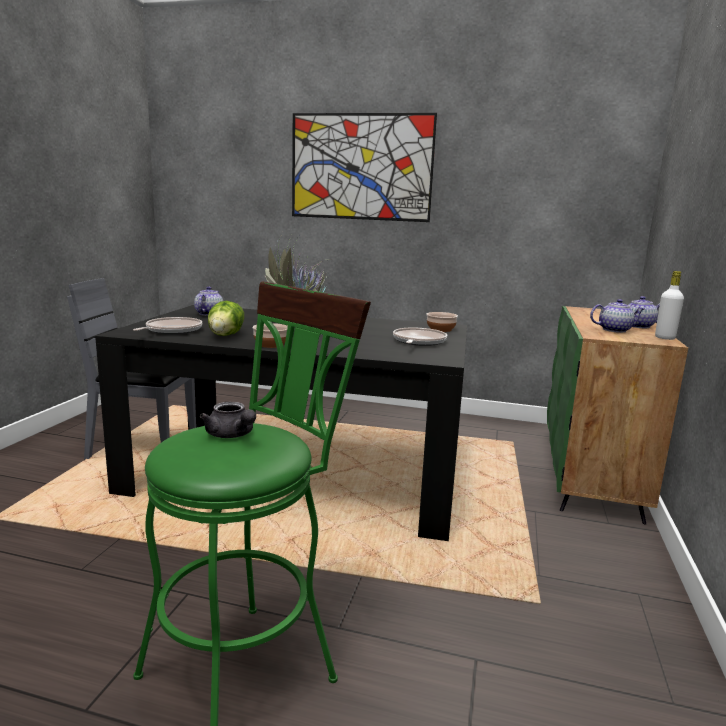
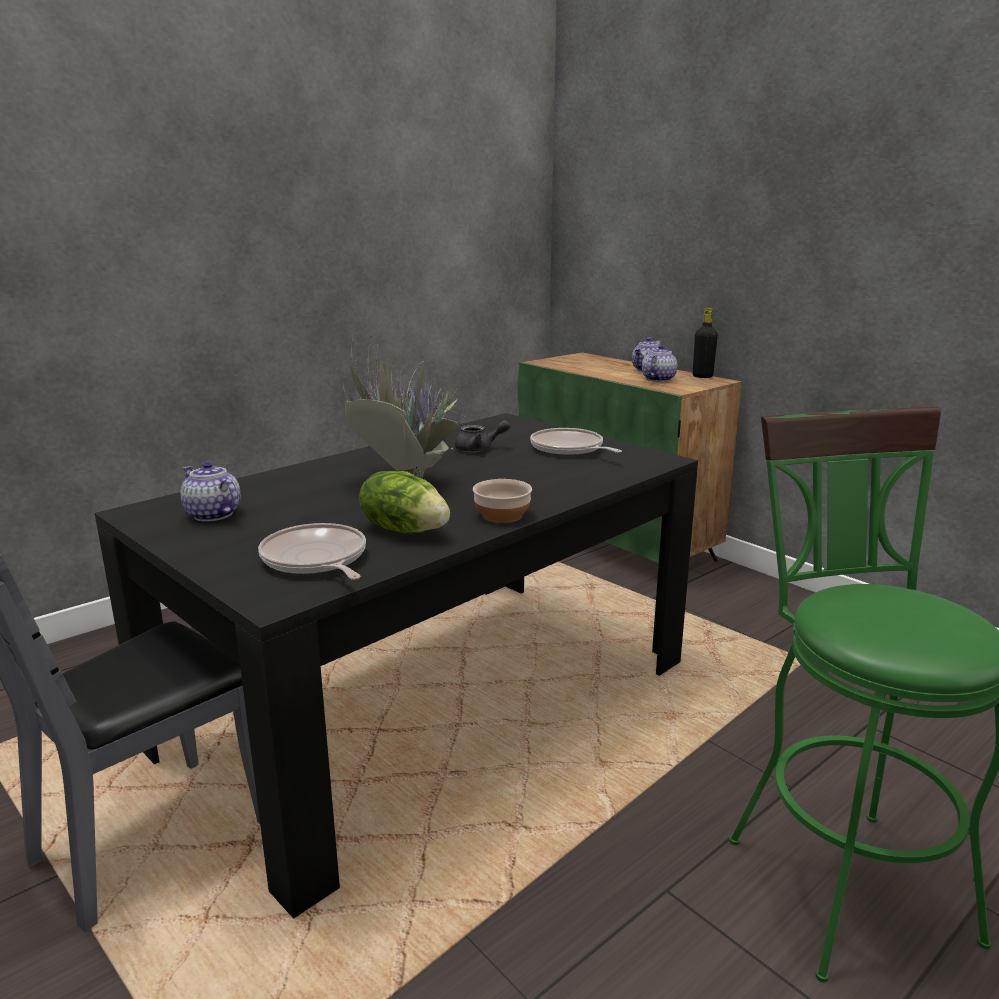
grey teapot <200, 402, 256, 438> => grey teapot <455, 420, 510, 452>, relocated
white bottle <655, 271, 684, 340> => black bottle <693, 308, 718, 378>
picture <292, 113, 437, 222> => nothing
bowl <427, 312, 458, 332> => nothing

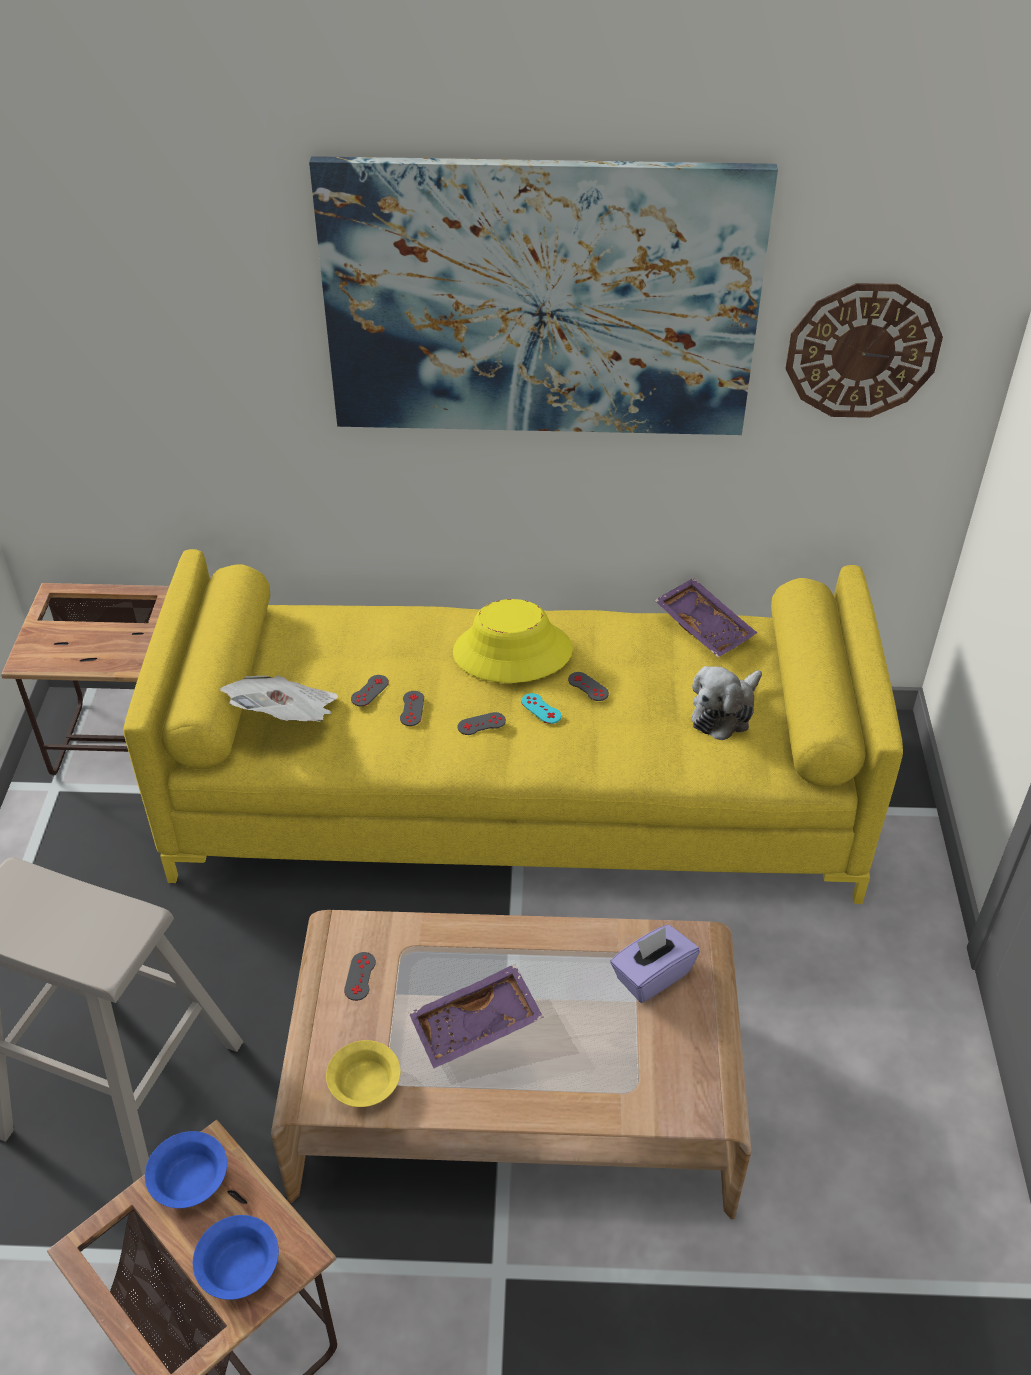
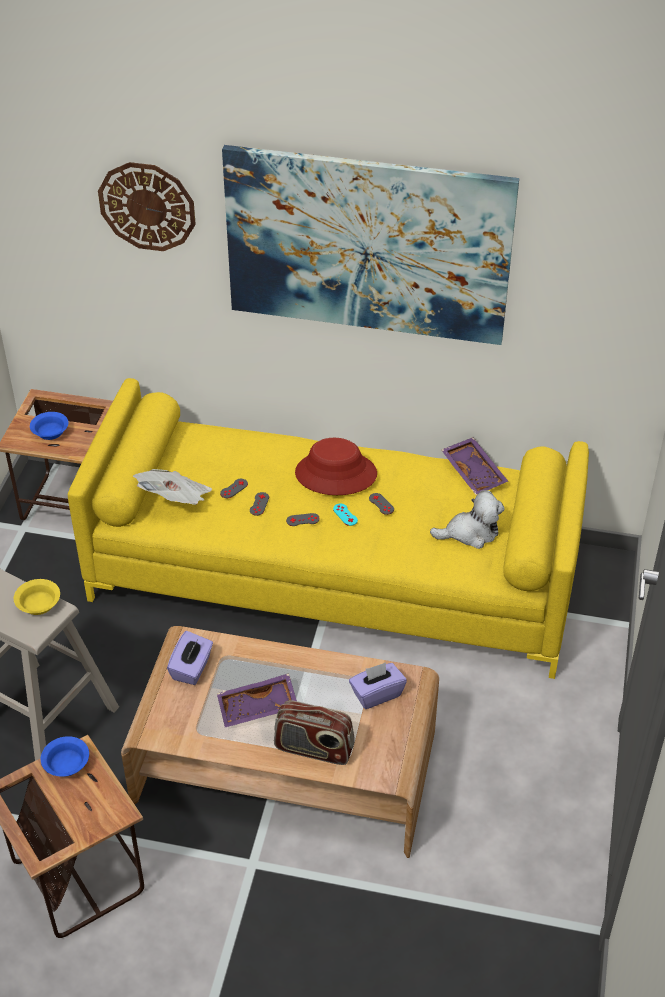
yellow bowl <326, 1040, 401, 1107> => yellow bowl <14, 579, 60, 615>, relocated
blue bowl <193, 1215, 279, 1300> => blue bowl <30, 412, 68, 440>, relocated
wall clock <785, 283, 943, 418> => wall clock <98, 162, 196, 251>, relocated
grey game controller <344, 952, 376, 1001> => purple tissue box <167, 631, 213, 685>
nothing => radio <274, 700, 355, 765>
yellow hat <453, 599, 573, 683> => red hat <295, 438, 377, 495>
plush toy <691, 666, 762, 740> => plush toy <430, 490, 505, 549>, 150 degrees counterclockwise

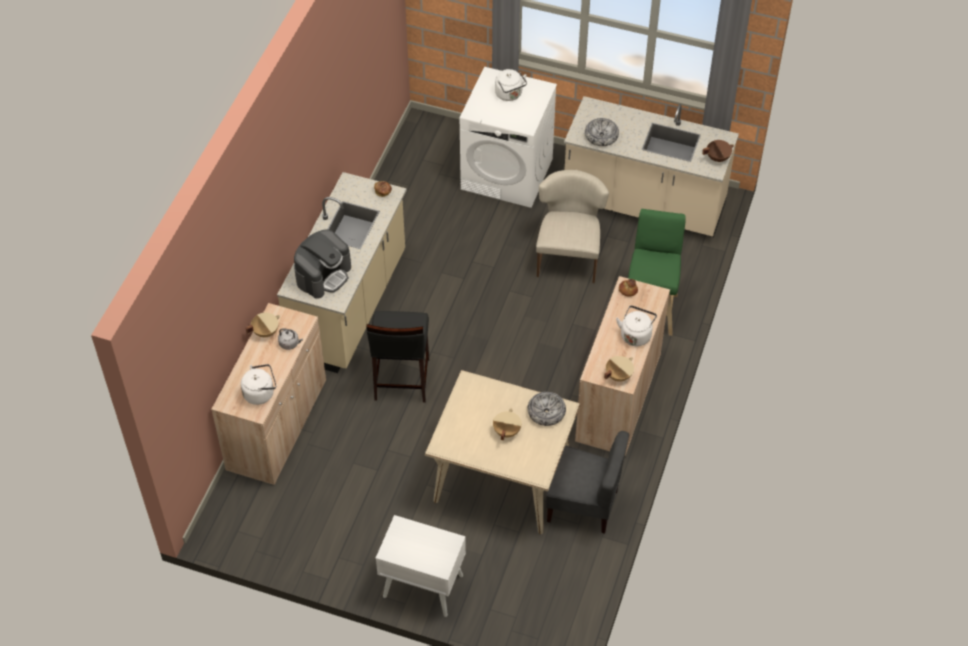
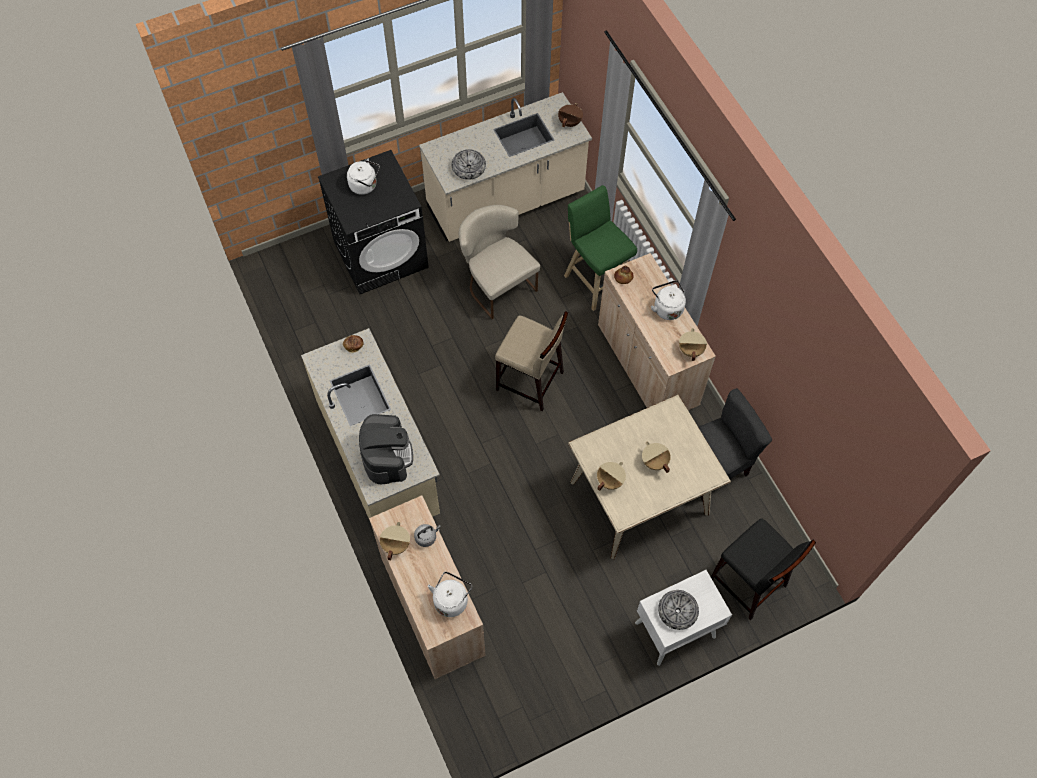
white washing machine <460, 67, 557, 208> => black washing machine <318, 150, 429, 294>
nothing => beige stool <495, 311, 568, 411>
nothing => beige cooking pot <597, 462, 626, 491>
bowl <527, 392, 566, 426> => bowl <658, 590, 699, 630>, relocated
black stool <367, 311, 429, 403> => black stool <711, 518, 816, 621>, relocated

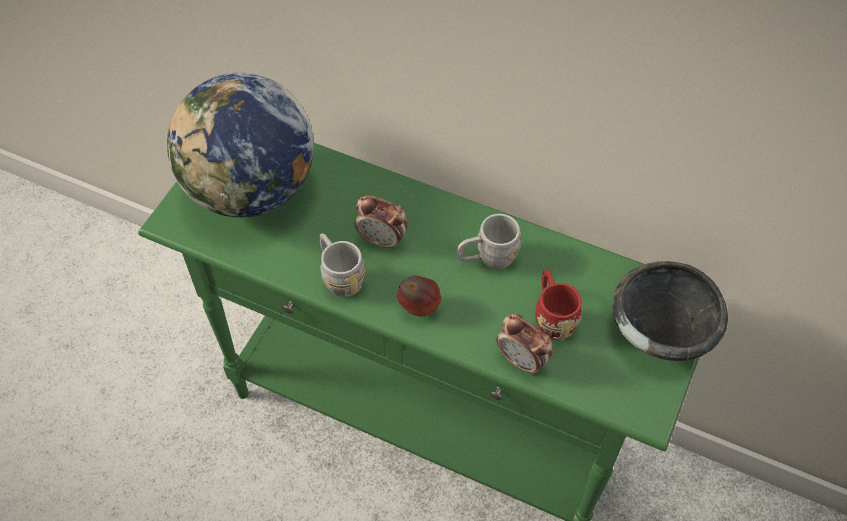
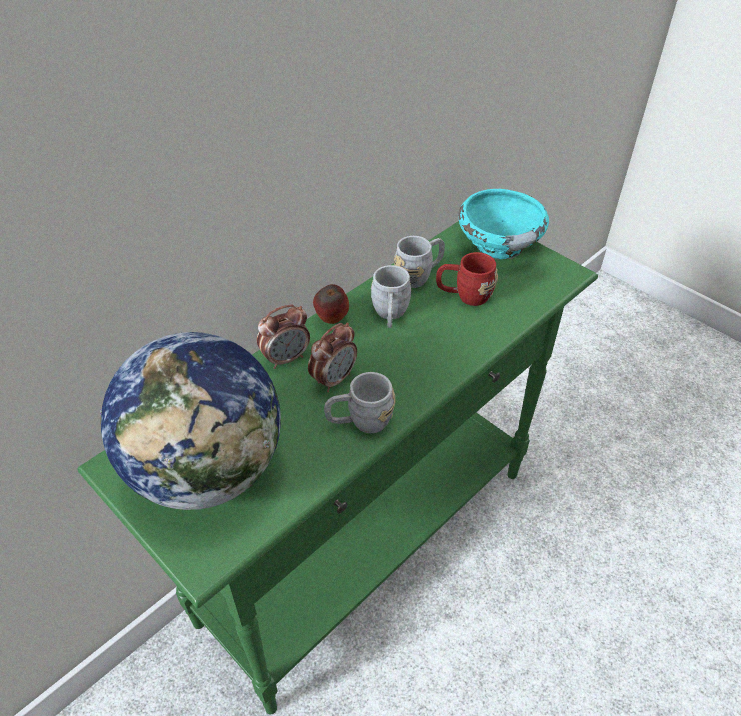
alarm clock <496, 314, 553, 375> => alarm clock <257, 304, 310, 369>, relocated
apple <398, 276, 441, 317> => apple <313, 284, 349, 324>, relocated
nothing => grey mug <394, 236, 445, 288>
black bowl <613, 261, 728, 361> => turquoise bowl <459, 189, 549, 260>

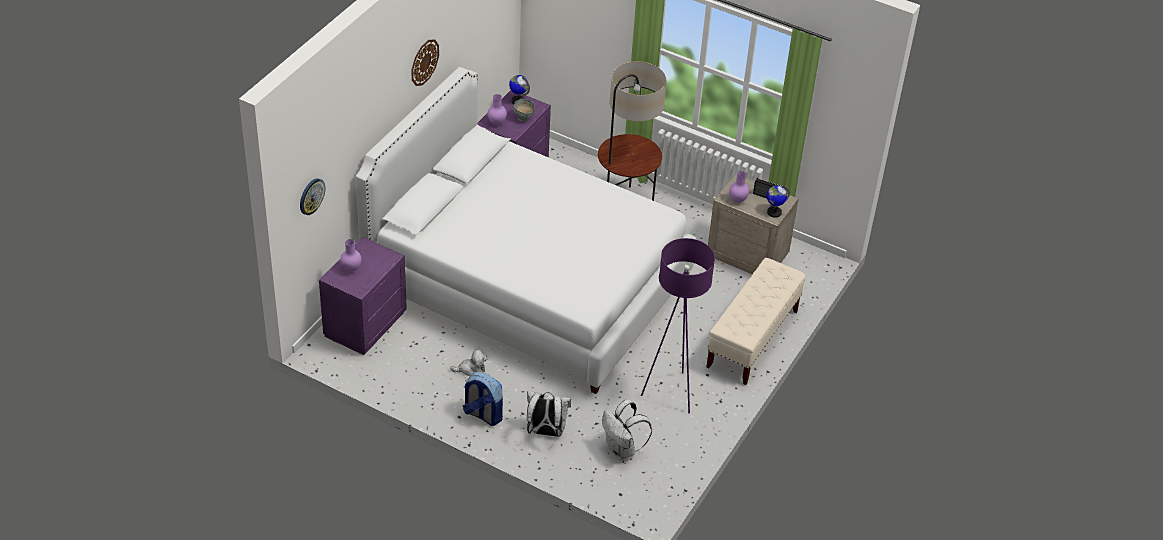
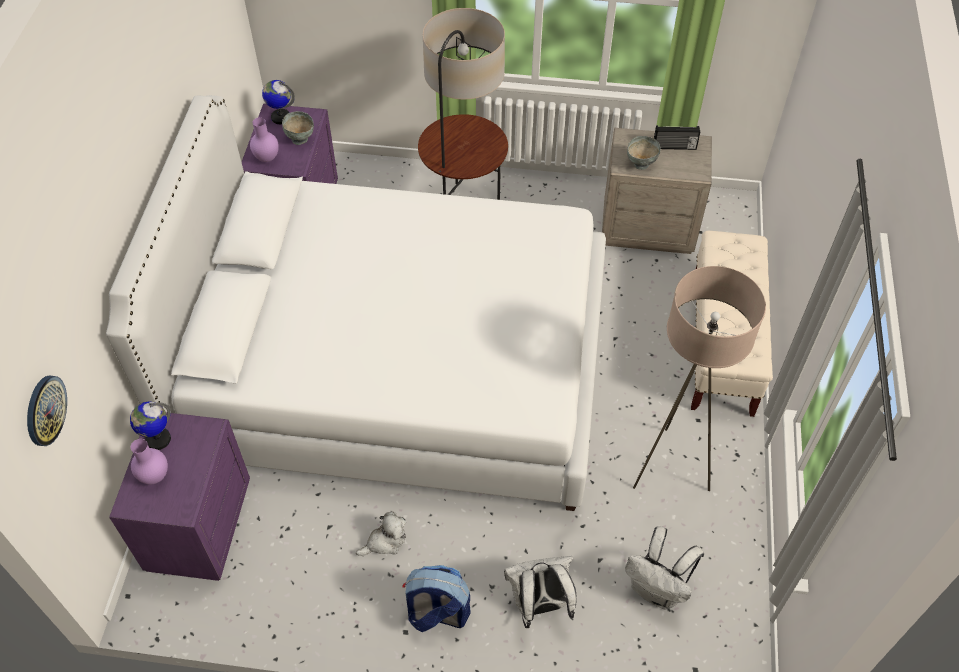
globe <767, 186, 790, 218> => globe <130, 402, 171, 450>, relocated
purple vase <729, 171, 749, 203> => grey bowl <627, 136, 661, 170>
purple floor lamp <641, 238, 715, 413> => beige floor lamp <633, 266, 766, 491>
wall clock <411, 39, 439, 86> => nothing

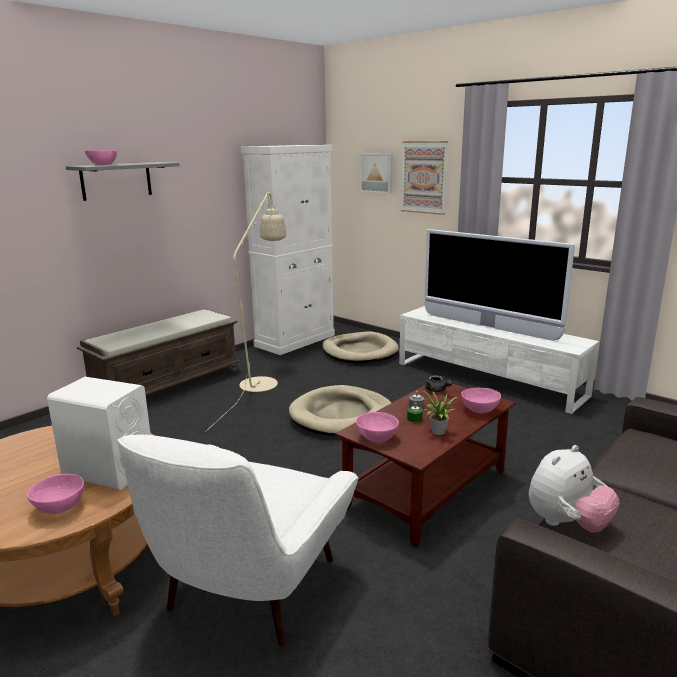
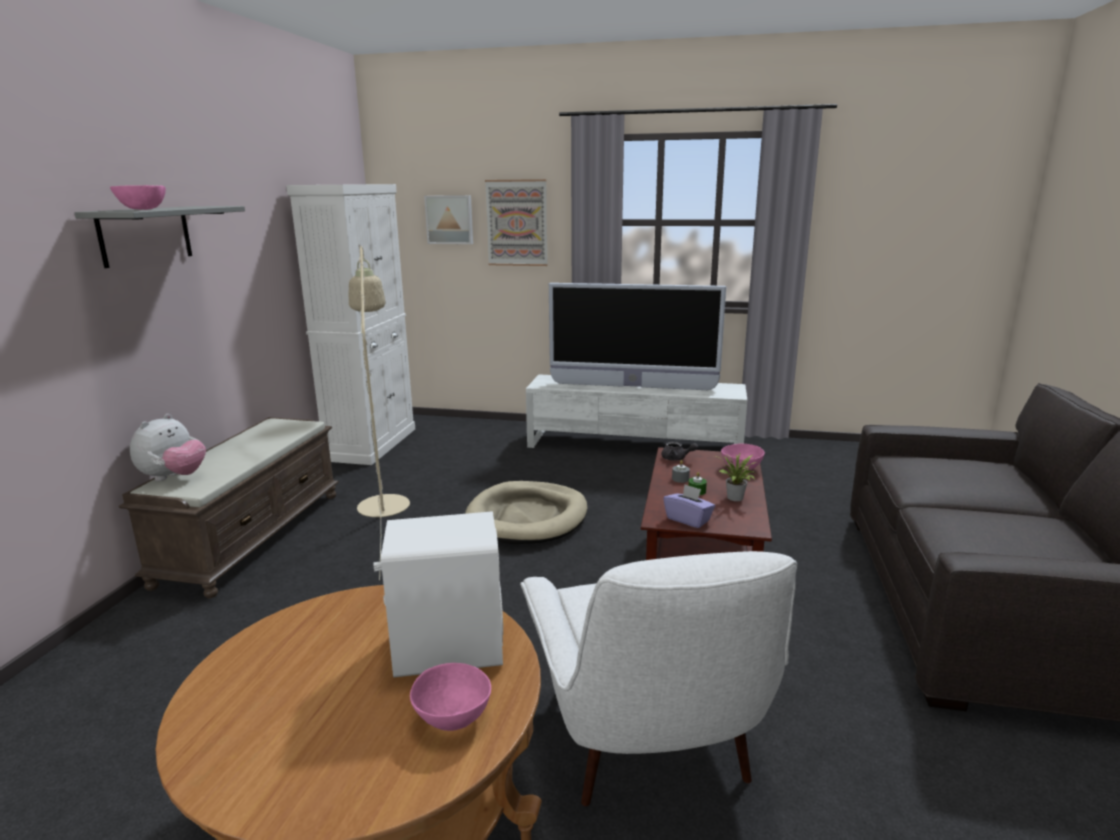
plush toy <529, 445, 619, 533> => plush toy <130, 414, 206, 481>, relocated
pink bowl <356, 412, 399, 442> => purple tissue box <663, 484, 715, 528>
beige dog bed <322, 331, 399, 364> => nothing

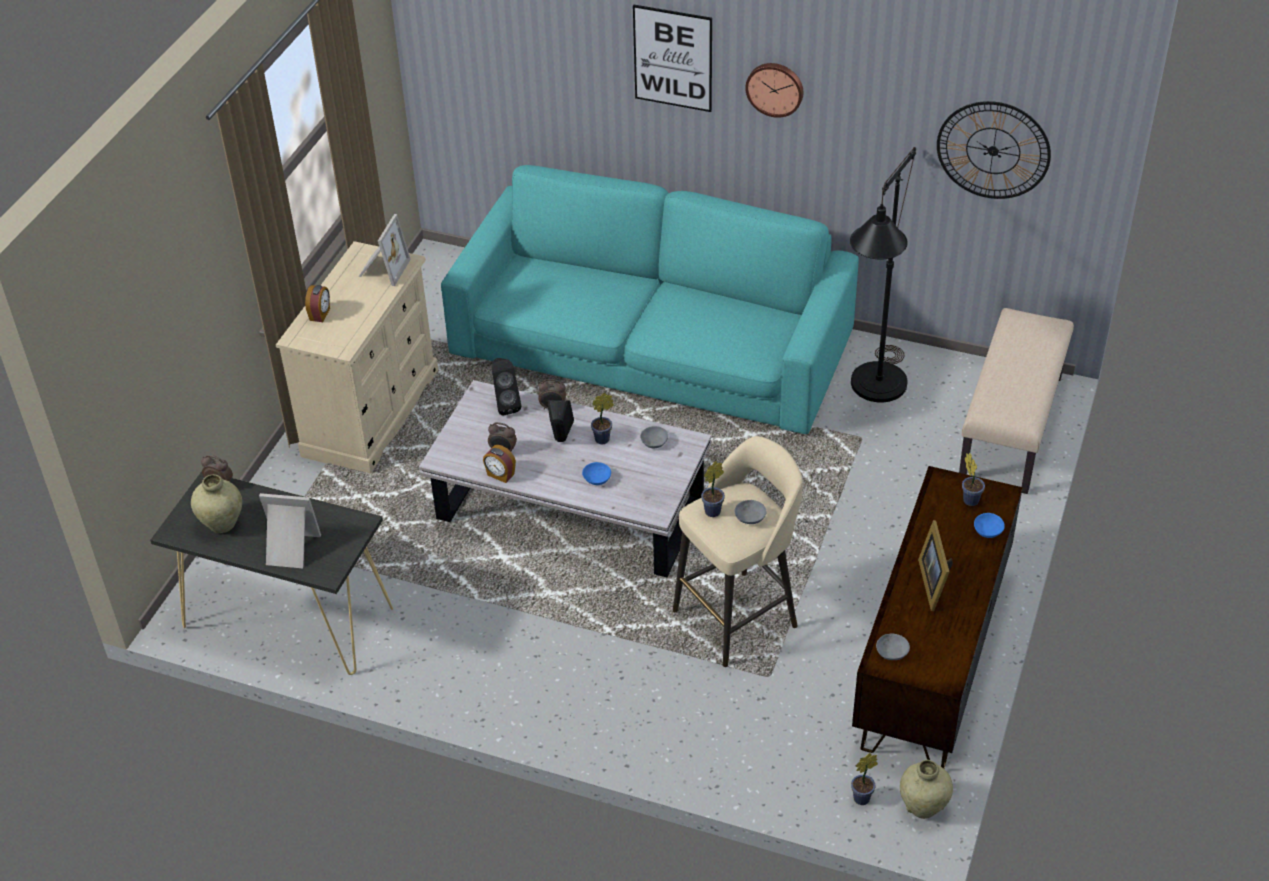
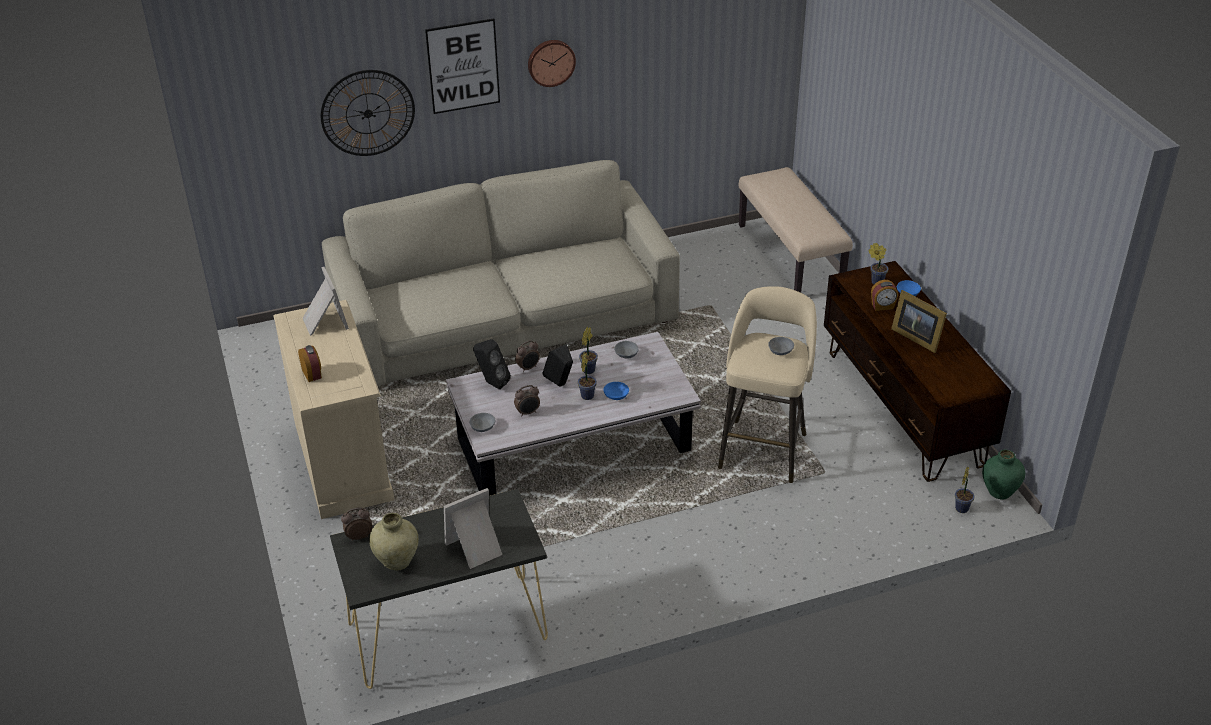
wall clock <937, 101, 1051, 199> => wall clock <321, 70, 415, 156>, relocated
turquoise sofa <441, 165, 859, 434> => beige sofa <322, 160, 680, 386>
grey bowl <876, 633, 910, 660> => grey bowl <470, 413, 495, 432>, relocated
potted plant <701, 461, 725, 517> => potted plant <578, 353, 597, 400>, relocated
alarm clock <483, 445, 516, 483> => alarm clock <871, 280, 898, 311>, relocated
beige vase <900, 760, 953, 819> => green vase <982, 449, 1025, 500>
black floor lamp <850, 147, 916, 402> => nothing

